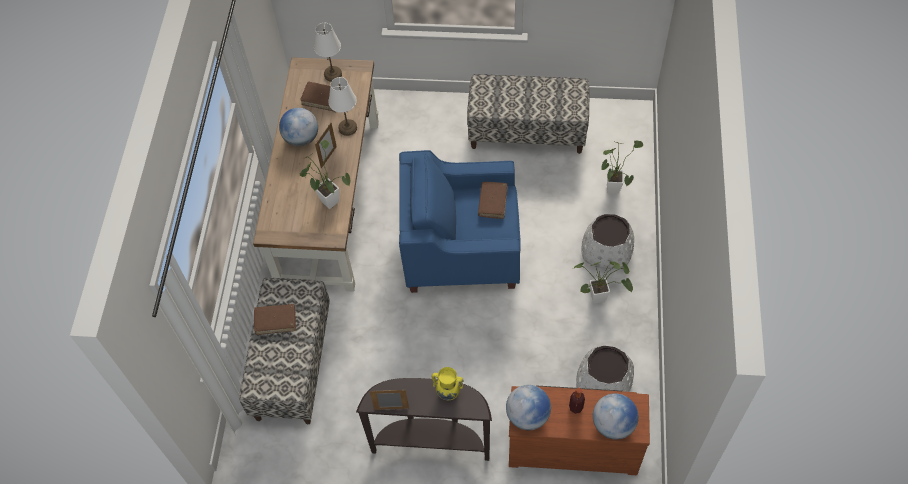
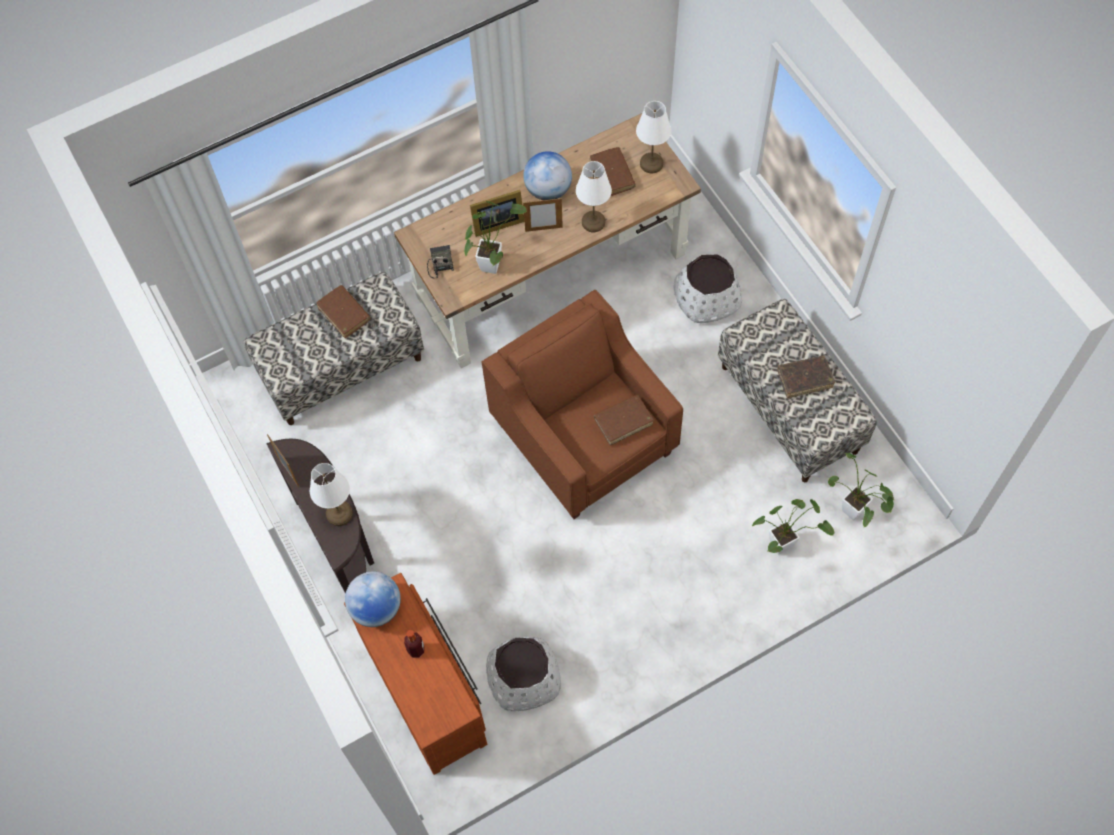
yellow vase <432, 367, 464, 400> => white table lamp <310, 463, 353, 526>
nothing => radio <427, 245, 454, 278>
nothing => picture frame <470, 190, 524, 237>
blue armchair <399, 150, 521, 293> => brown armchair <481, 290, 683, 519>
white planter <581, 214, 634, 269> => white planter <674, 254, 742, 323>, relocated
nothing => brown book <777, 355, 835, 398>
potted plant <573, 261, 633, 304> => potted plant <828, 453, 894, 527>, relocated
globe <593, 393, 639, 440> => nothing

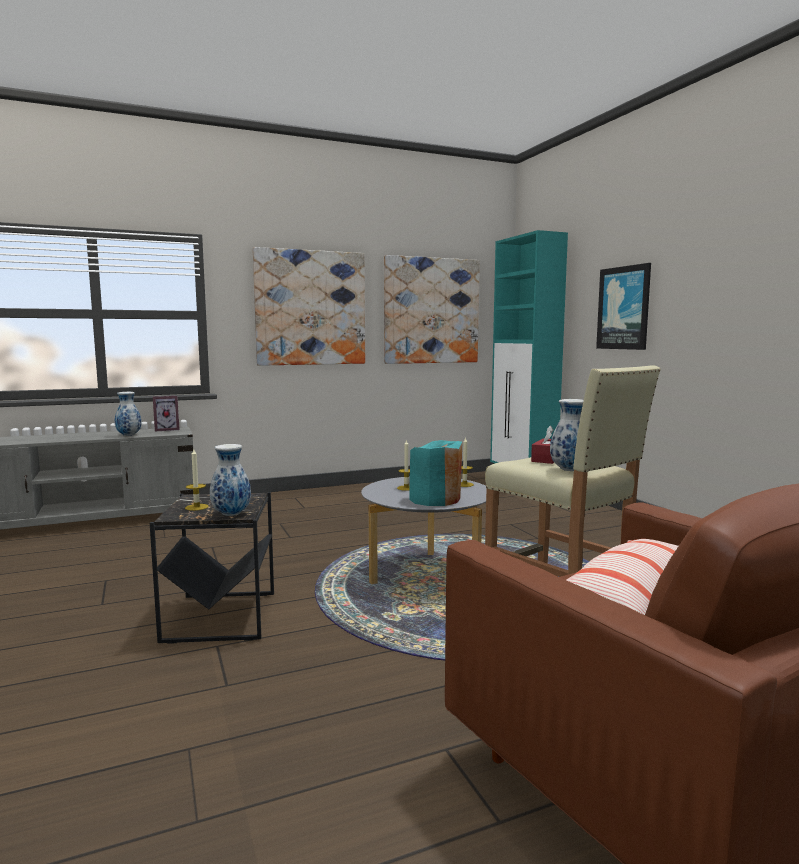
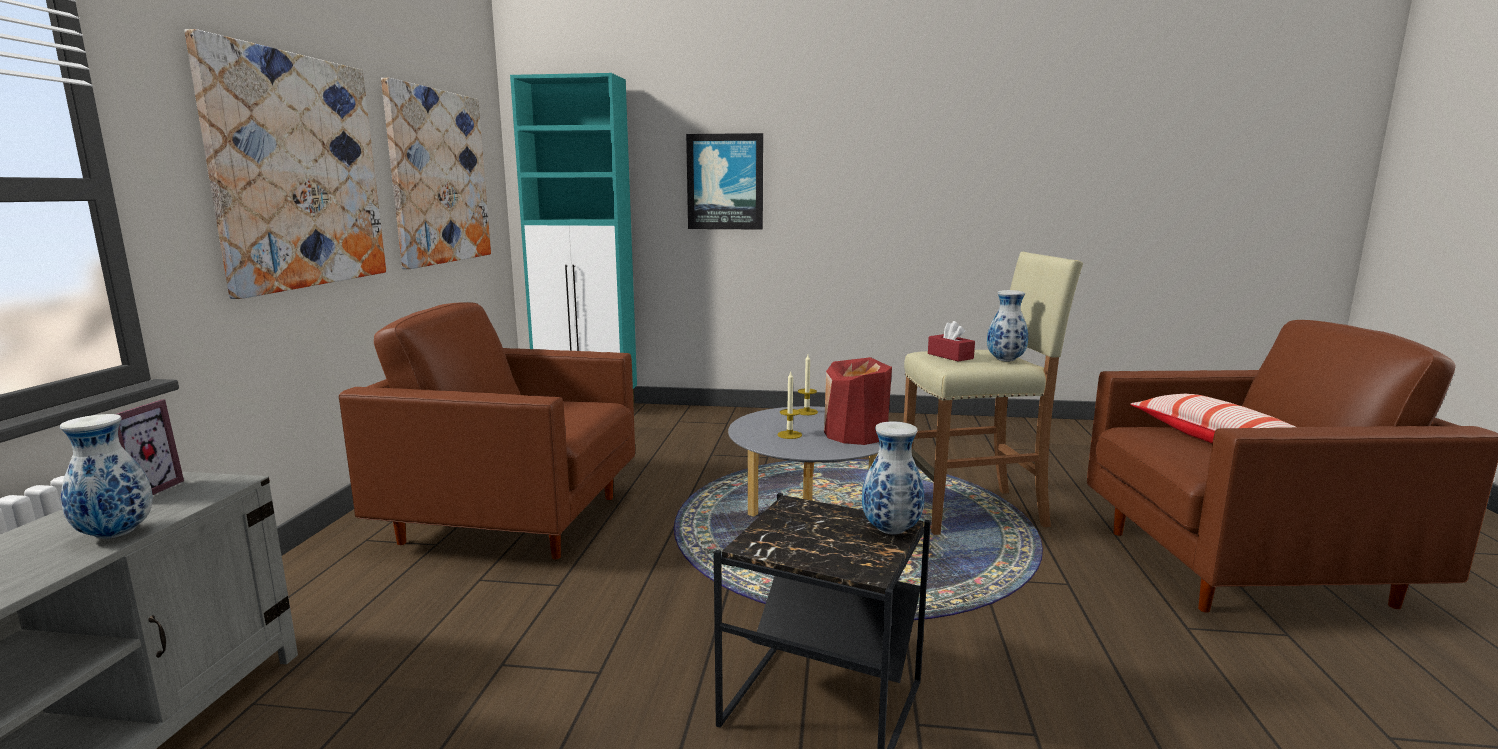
nothing => brown armchair <339, 302, 635, 559>
turquoise vase <409, 440, 462, 506> => red vase <824, 357, 892, 445>
candle <185, 449, 209, 511> => nothing

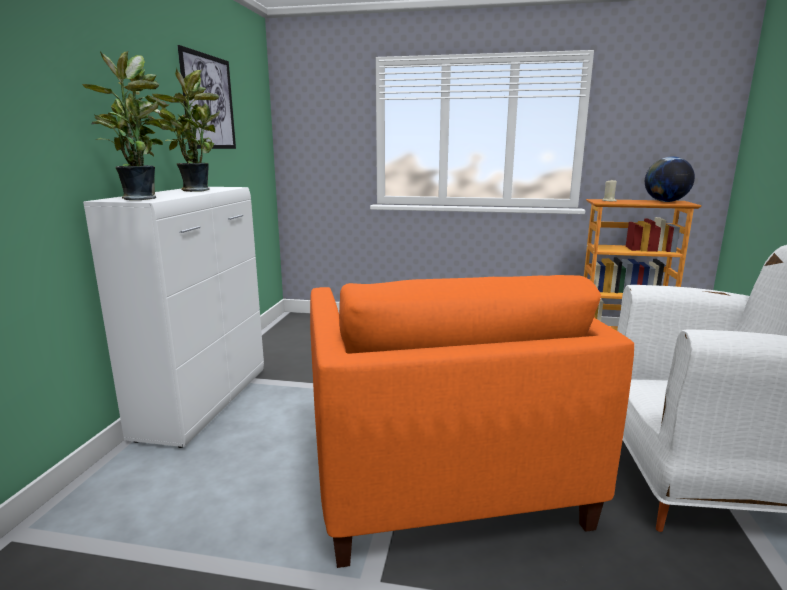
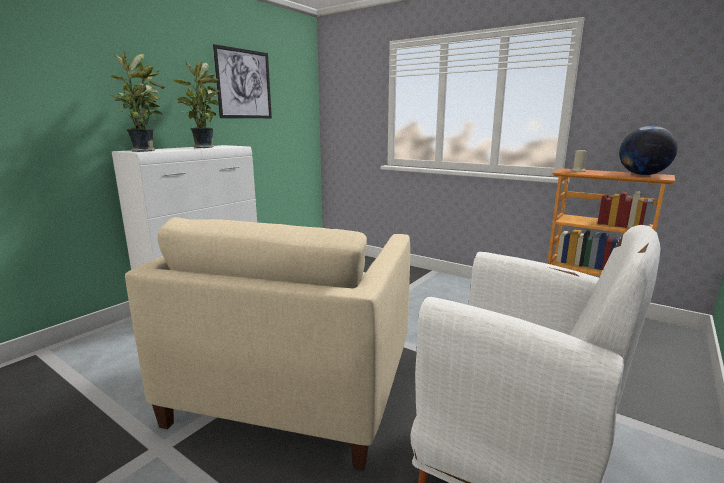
orange armchair <310, 275, 634, 568> => beige armchair <125, 217, 410, 470>

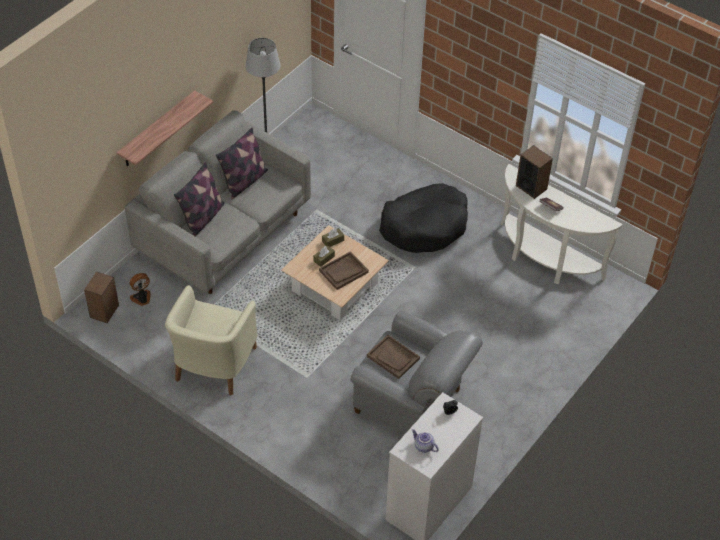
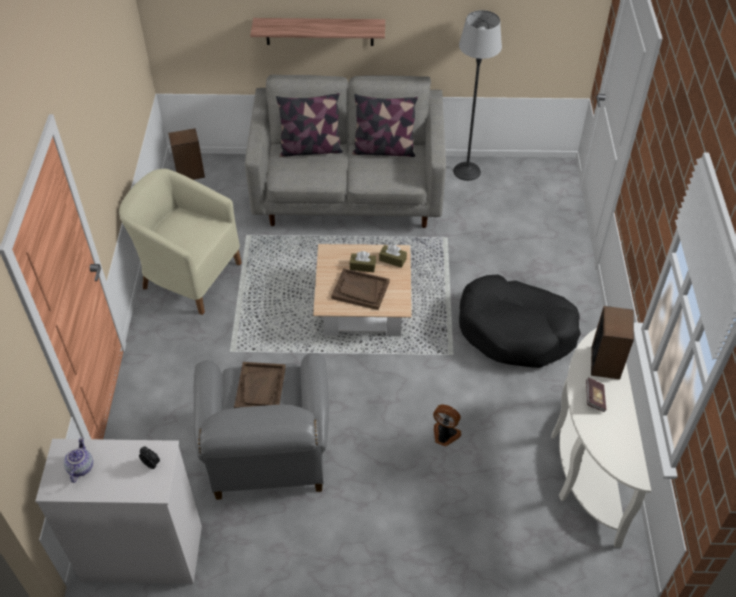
beige armchair <165, 285, 257, 395> => beige armchair <119, 169, 242, 315>, 45 degrees clockwise
fan <130, 273, 151, 306> => fan <433, 405, 461, 447>, relocated

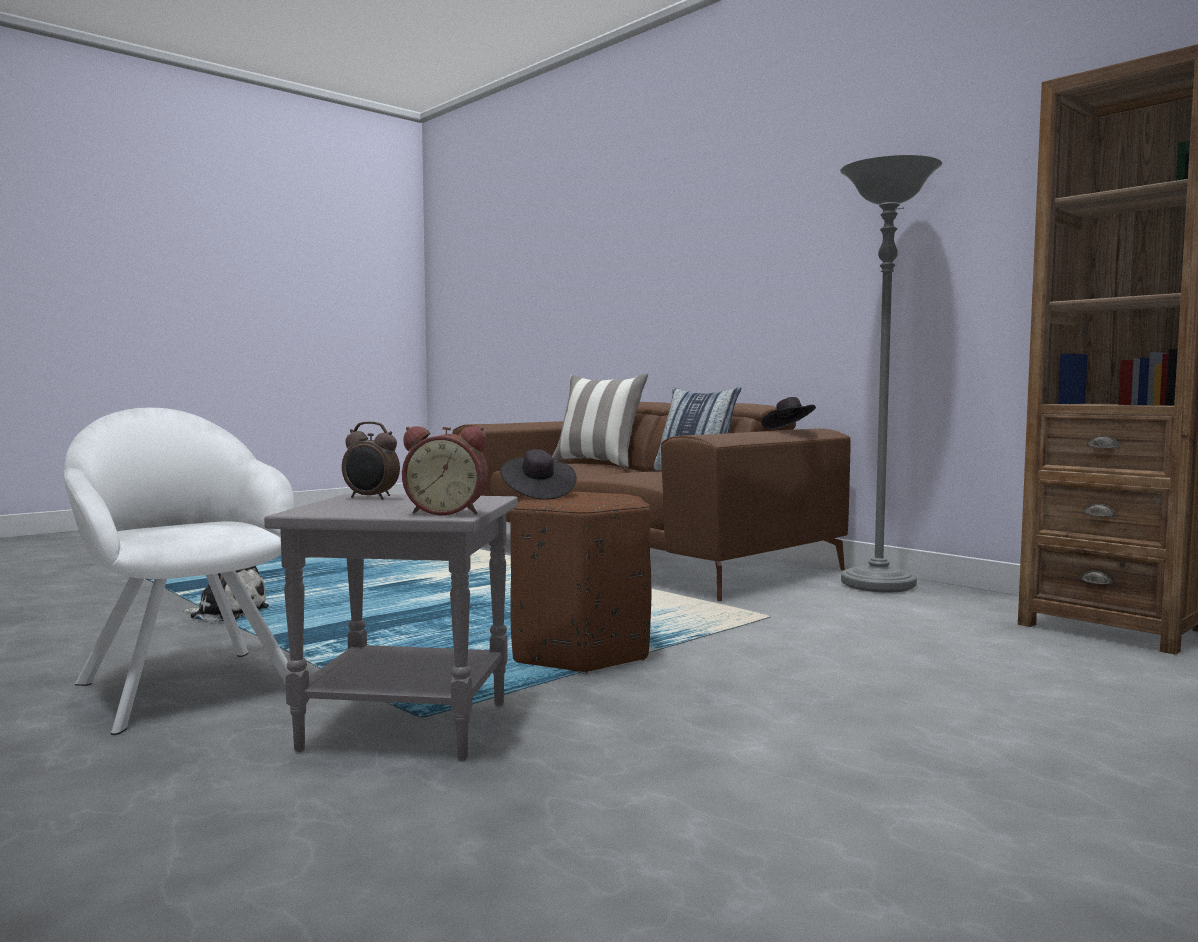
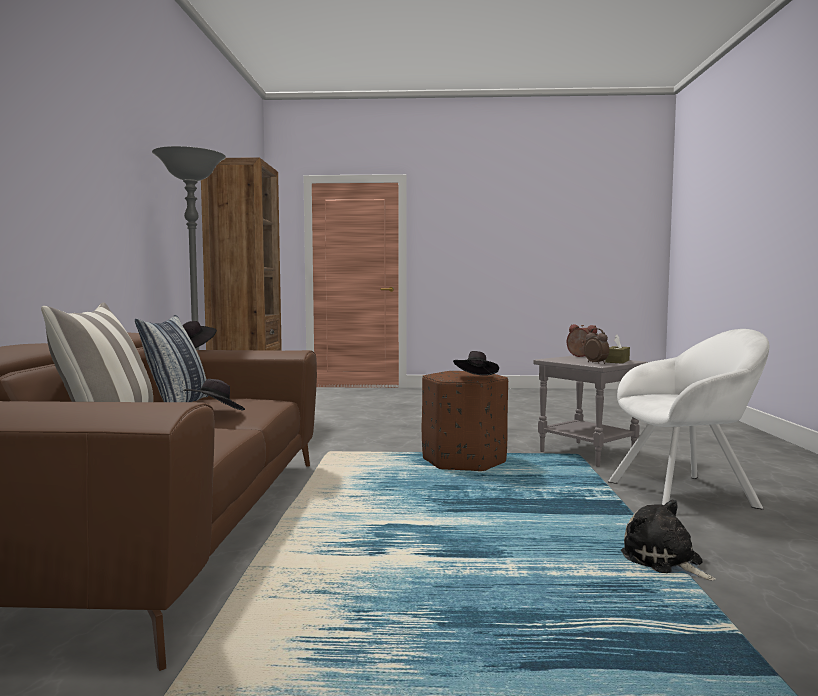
nothing => black hat <183, 379, 245, 411>
nothing => brown tissue box <605, 335, 630, 364>
white armchair <64, 408, 295, 735> => white armchair <608, 329, 769, 509>, 105 degrees counterclockwise

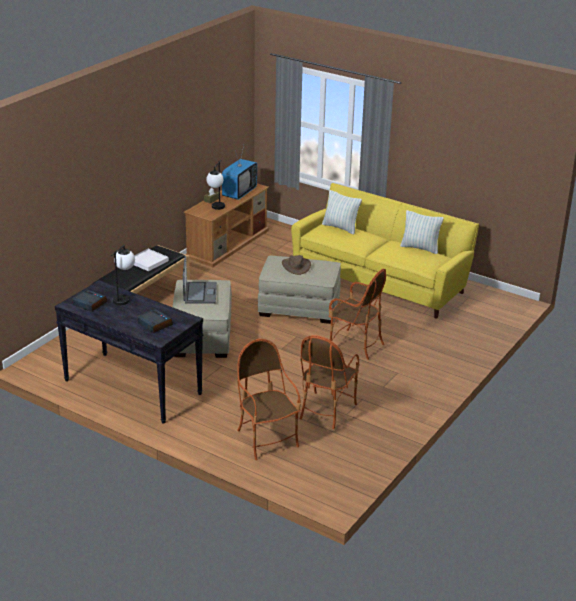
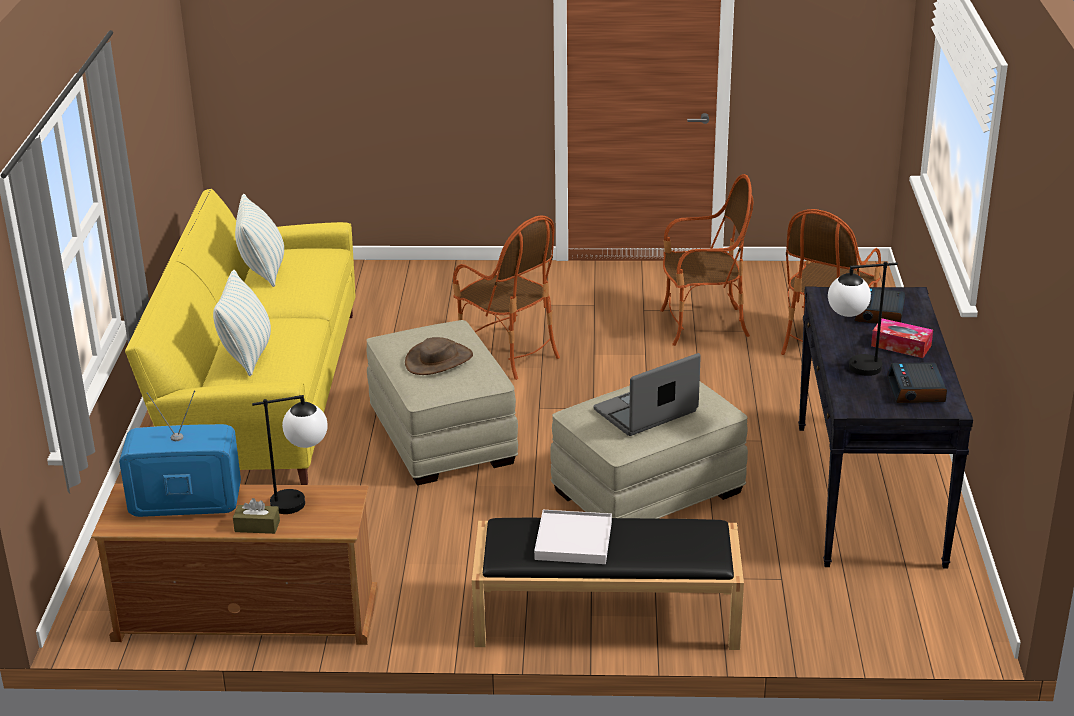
armchair <329, 269, 386, 360> => armchair <453, 216, 560, 380>, 135 degrees clockwise
nothing => tissue box <871, 318, 933, 358>

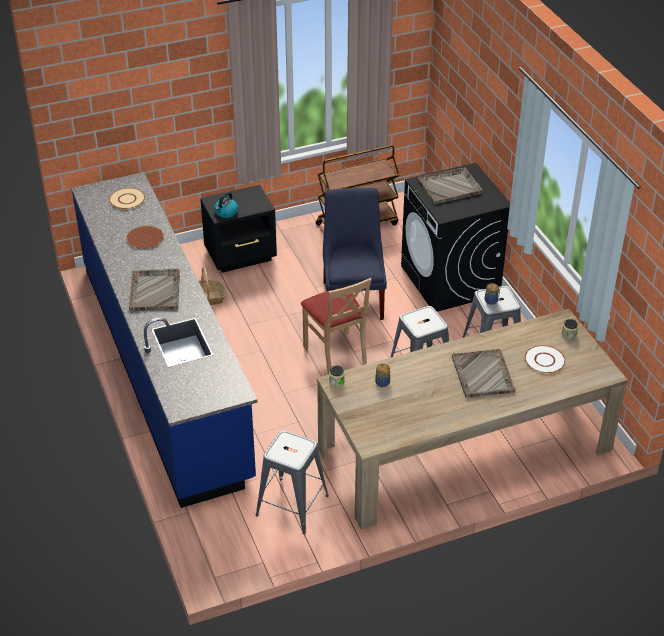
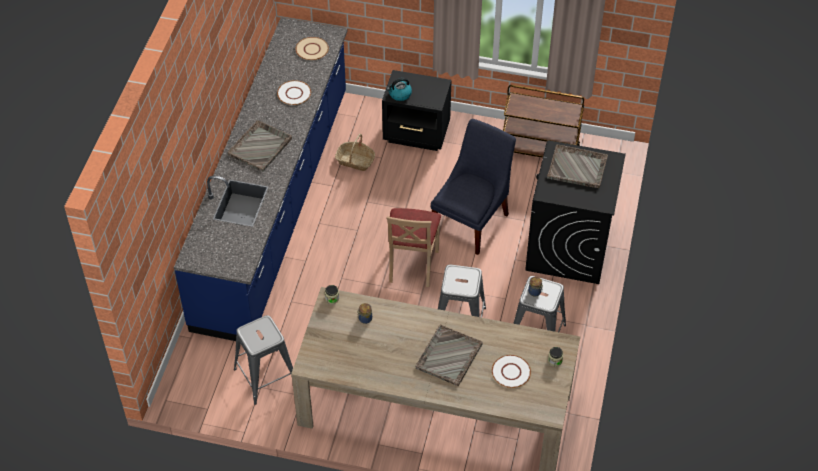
brown plate <126, 226, 164, 249> => white plate <277, 80, 311, 105>

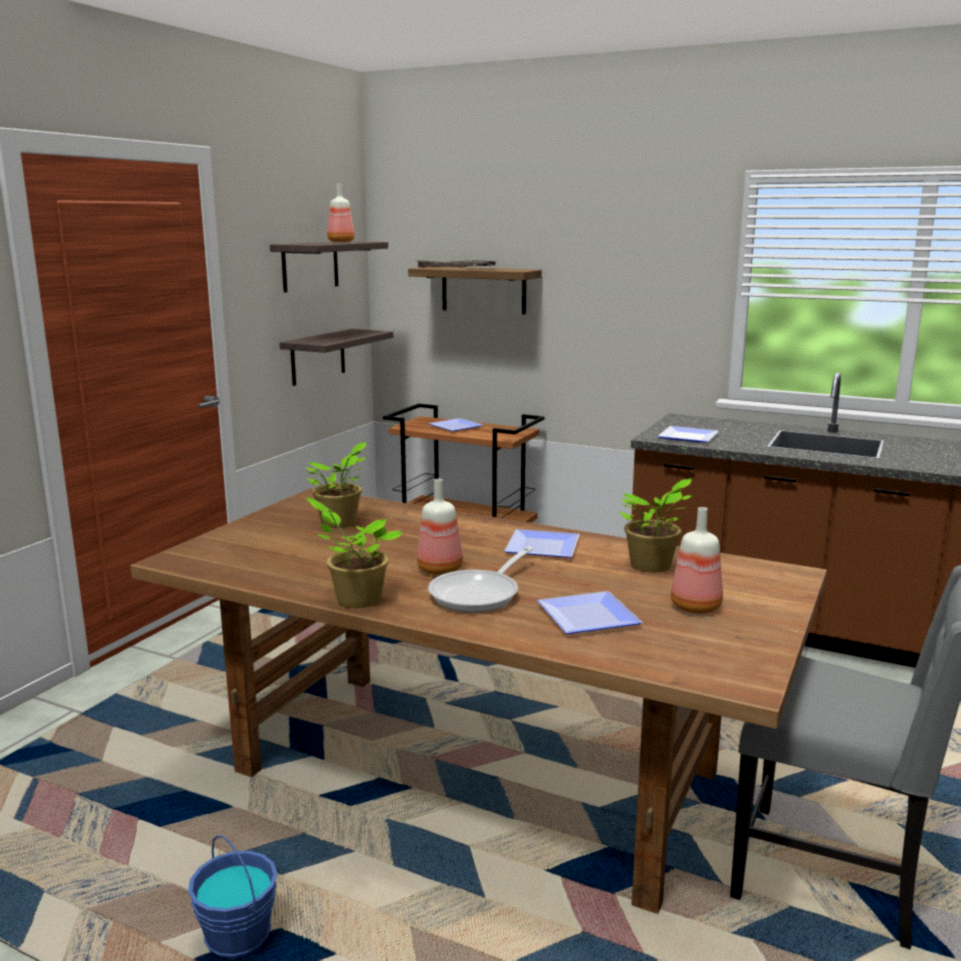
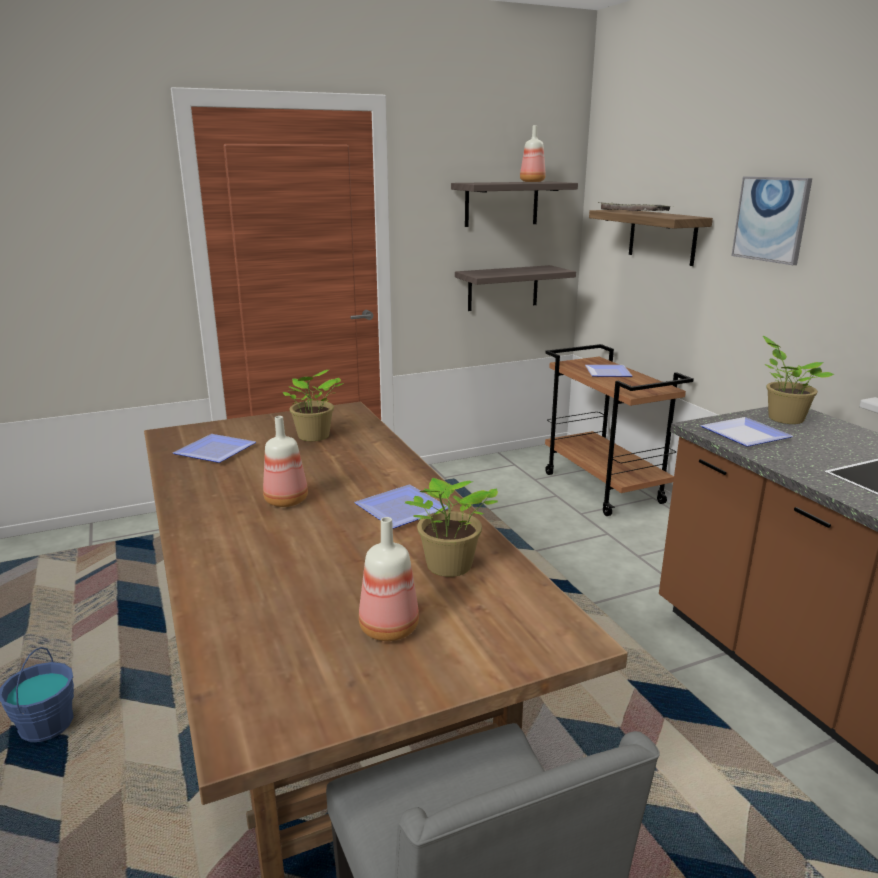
plate <537, 591, 643, 634> => plate <173, 434, 256, 463>, relocated
nothing => picture <731, 176, 812, 265>
potted plant <306, 498, 403, 608> => potted plant <763, 336, 834, 424>, relocated
frying pan <428, 547, 533, 613> => nothing

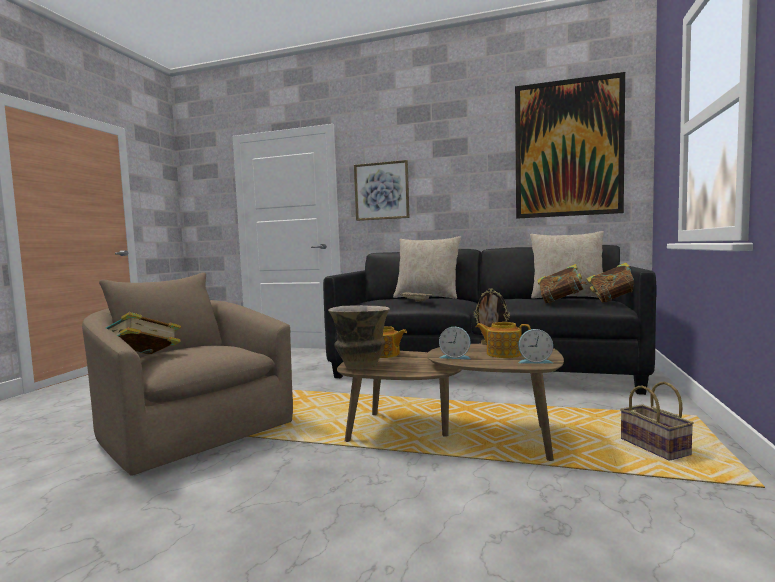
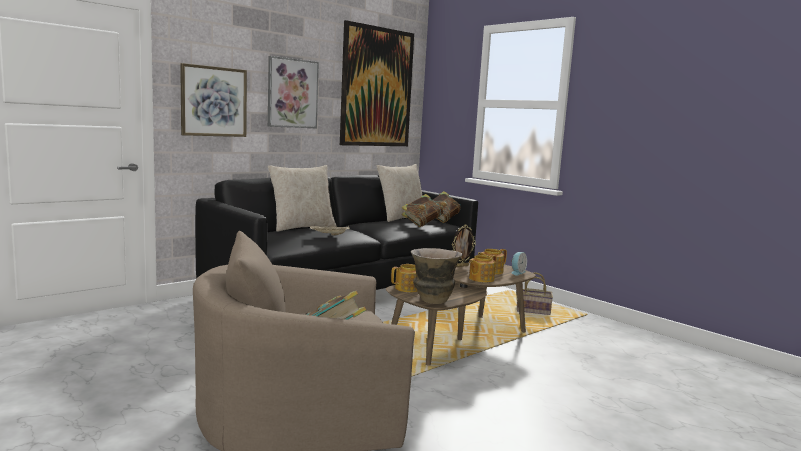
nothing => picture <268, 56, 319, 128>
alarm clock <439, 327, 471, 359> => teapot <469, 255, 497, 282>

